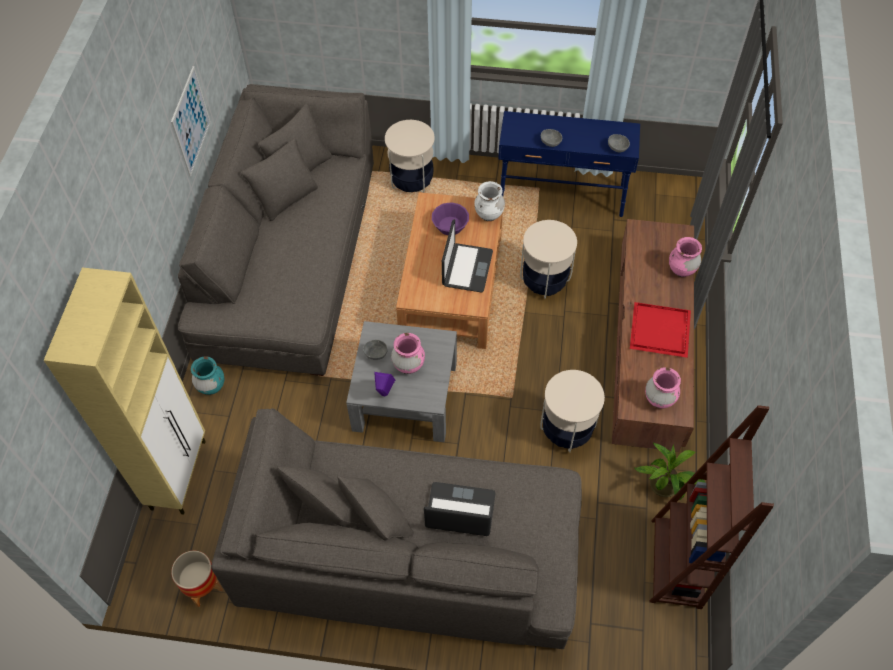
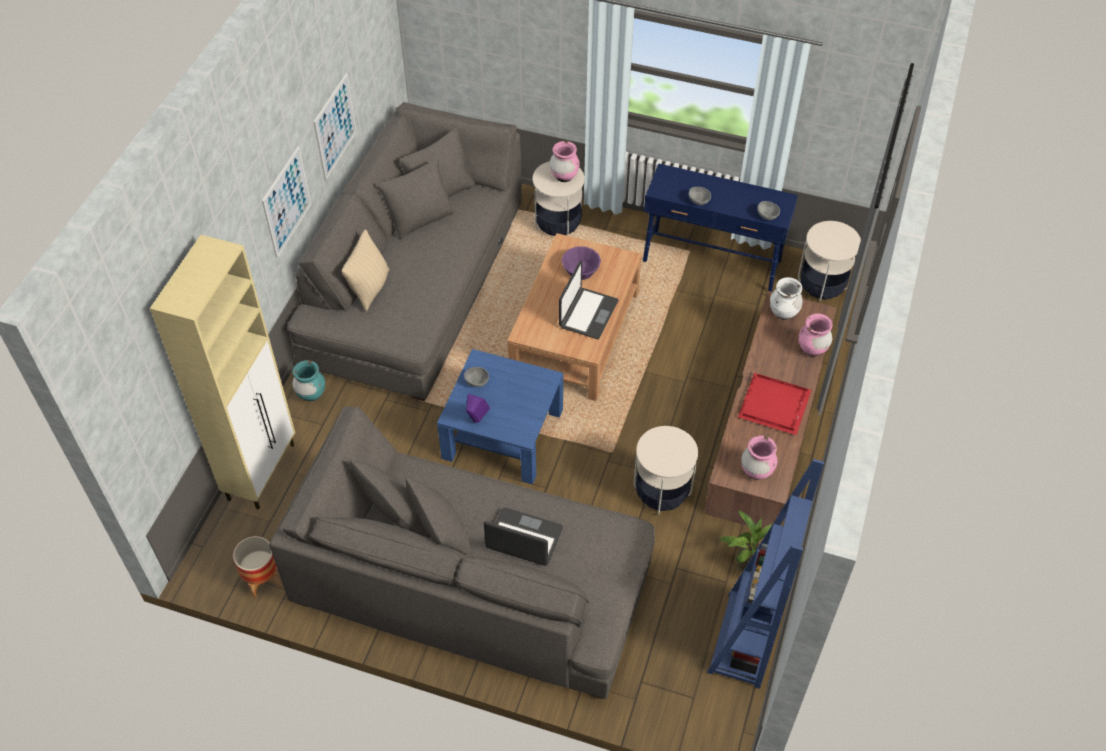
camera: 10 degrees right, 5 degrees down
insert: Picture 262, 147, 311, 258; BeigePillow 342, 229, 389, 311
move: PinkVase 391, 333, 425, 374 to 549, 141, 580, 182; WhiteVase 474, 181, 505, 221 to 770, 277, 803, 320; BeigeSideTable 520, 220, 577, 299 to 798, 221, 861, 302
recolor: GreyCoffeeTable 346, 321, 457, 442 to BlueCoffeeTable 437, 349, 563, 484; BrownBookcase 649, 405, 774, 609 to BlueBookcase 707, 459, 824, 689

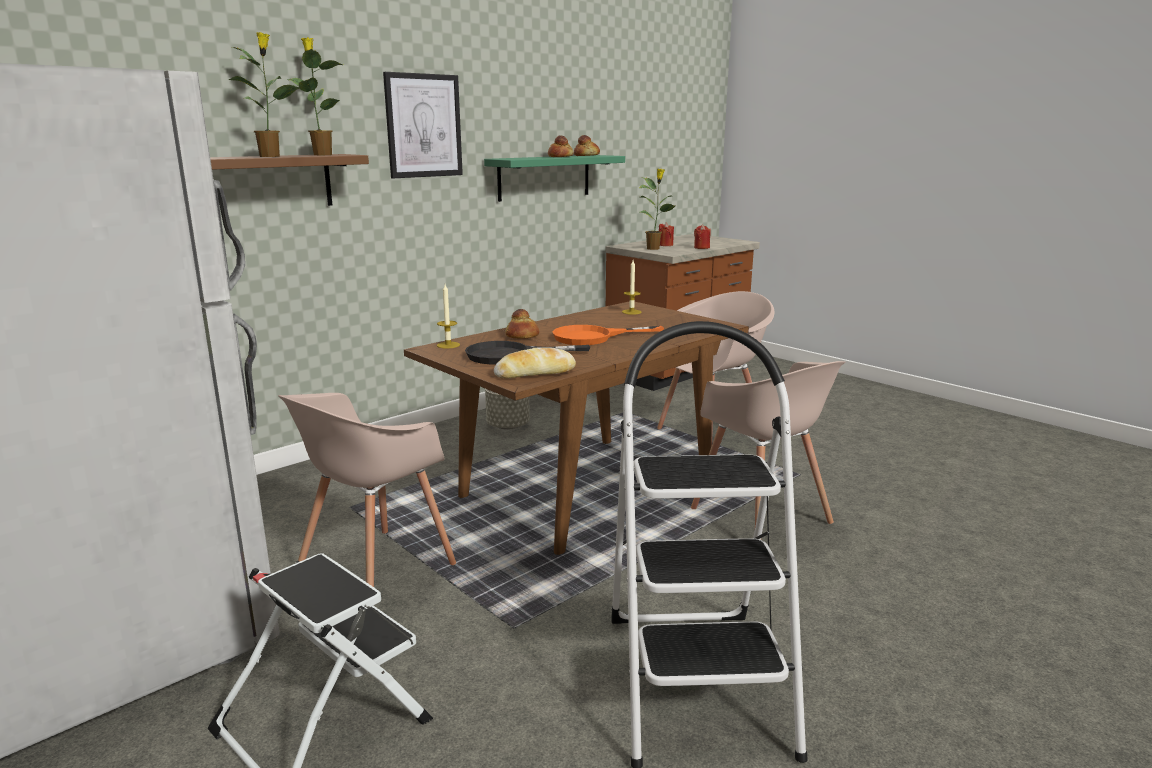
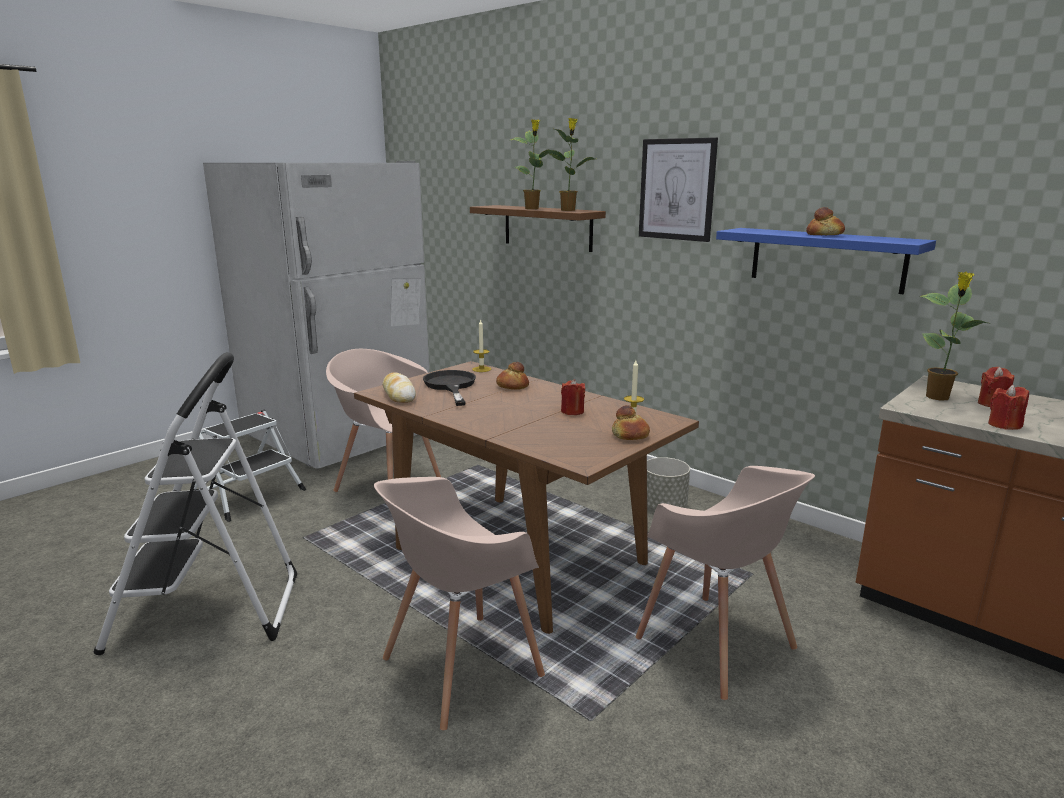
camera: 85 degrees right, 0 degrees up
delete: OrangeFryingPan 552, 325, 664, 345
insert: RedCandle 561, 379, 586, 415
move: Bread 574, 135, 600, 156 to 612, 405, 650, 440
recolor: GreenShelf 484, 155, 625, 202 to BlueShelf 716, 228, 936, 294

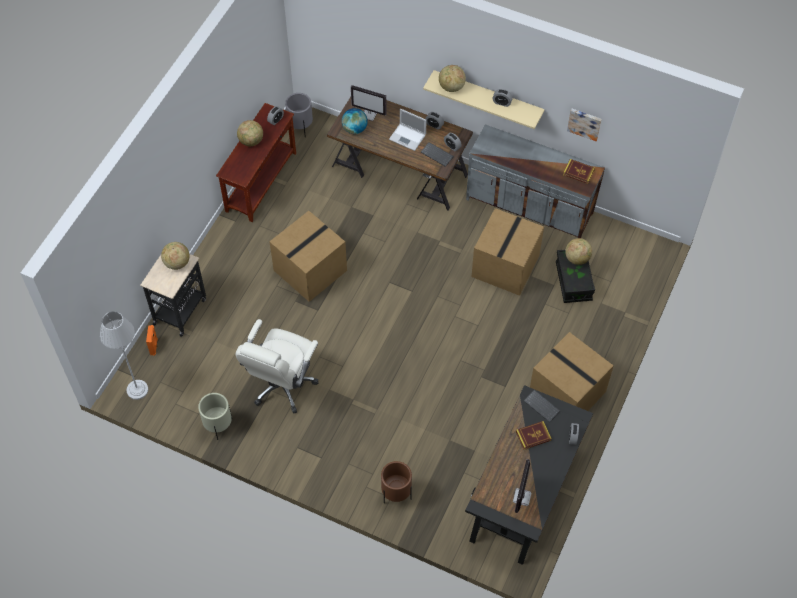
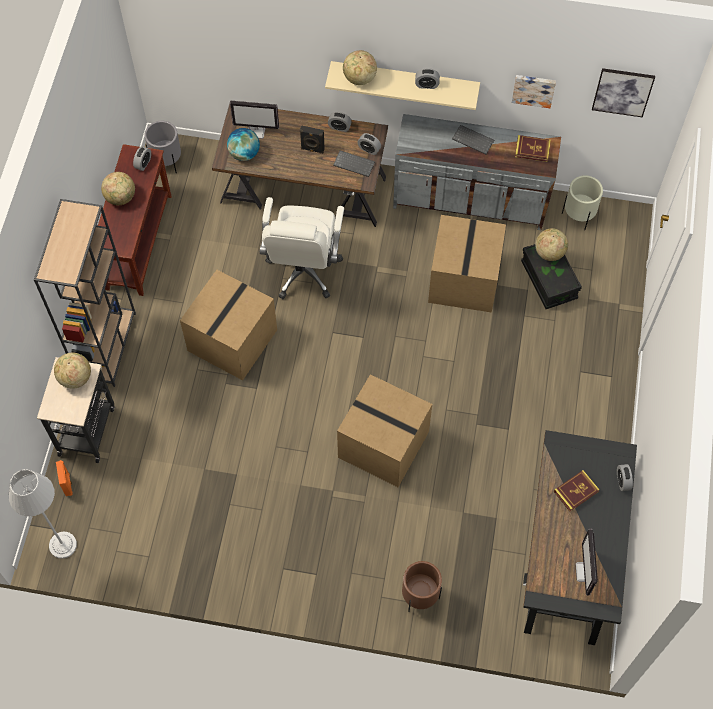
camera: 15 degrees left, 5 degrees up
insert: Bookcase 34, 199, 136, 387; Picture 592, 68, 655, 117
move: BeigePlanter 198, 393, 232, 440 to 562, 175, 603, 230; WhiteOfficeChair 236, 319, 318, 414 to 260, 197, 344, 299; Keyboard 524, 390, 560, 422 to 452, 125, 494, 154; CardboardBox 530, 332, 614, 411 to 337, 374, 432, 487
replace: Laptop 389, 109, 427, 151 to BlackSpeaker 300, 125, 325, 154

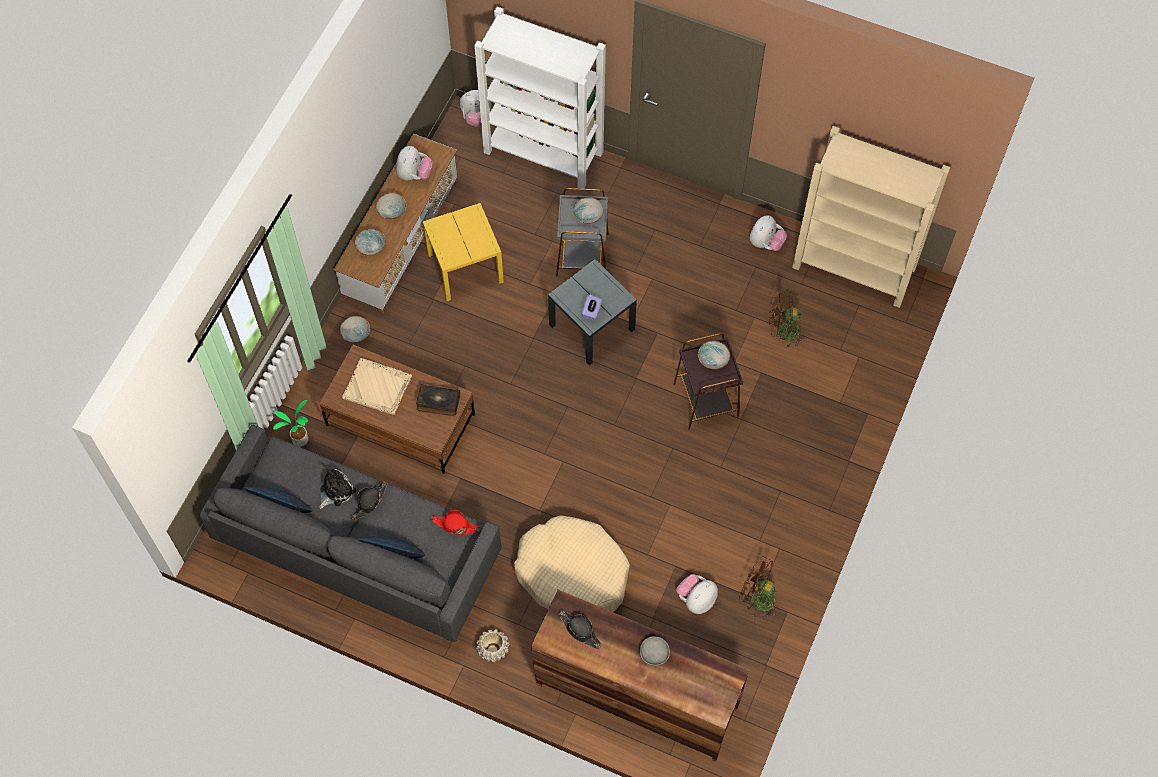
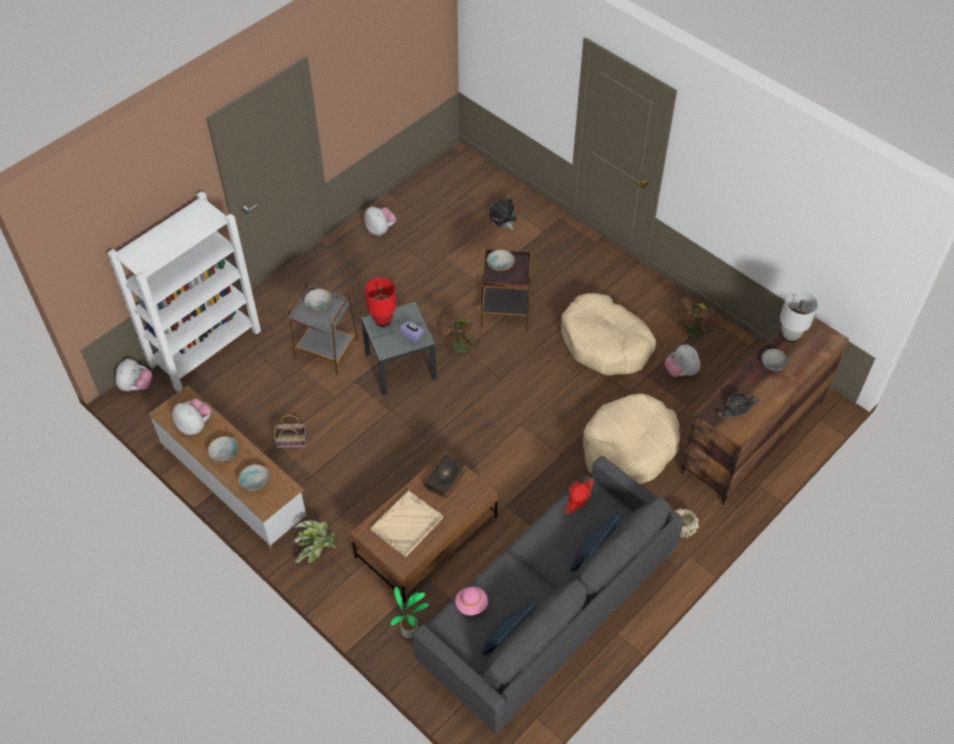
camera: 70 degrees left, 10 degrees down
delete: BlackHat 351, 481, 387, 520; BeigeBookcase 792, 126, 950, 308
insert: RedTableLamp 365, 278, 397, 327; PinkHat 455, 587, 488, 615; BeigeDogBed 561, 293, 656, 375; WhiteTableLamp 780, 290, 818, 342
move: PlushToy 319, 469, 356, 509 to 489, 198, 517, 230; BrownFan 769, 290, 807, 348 to 436, 311, 481, 352
replace: Bowl 340, 316, 370, 343 to PottedPlant 294, 520, 336, 563; YellowSideTable 423, 203, 504, 302 to Basket 274, 415, 308, 448

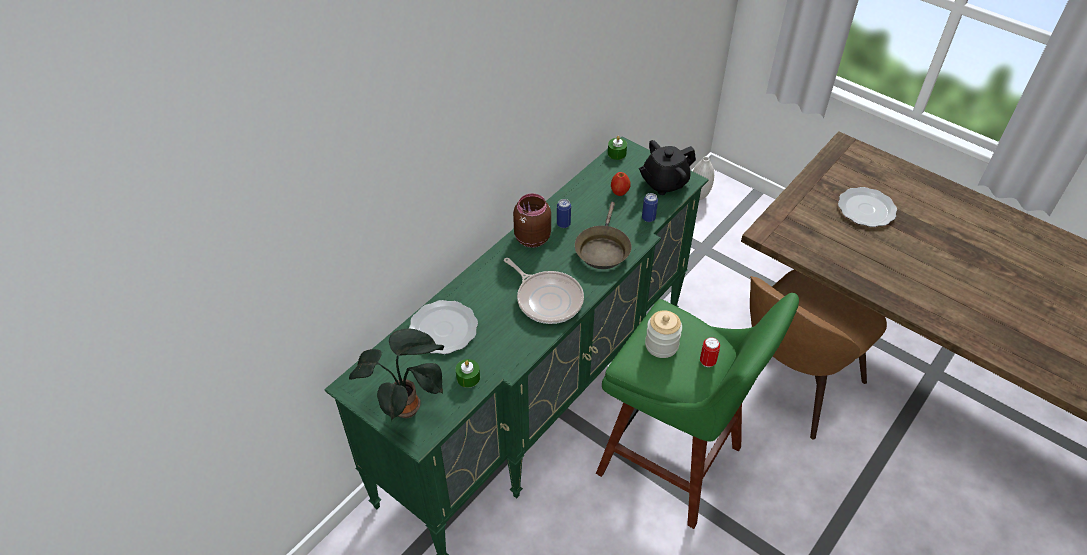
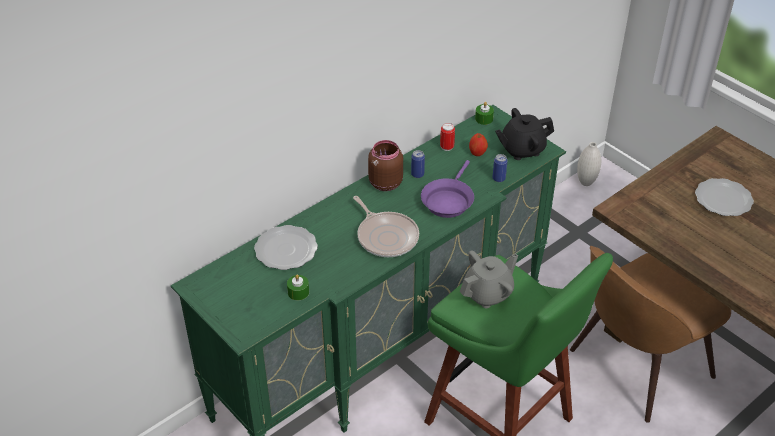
camera: 10 degrees right, 5 degrees down
delete: PottedPlant 349, 328, 444, 421
move: Can 700, 337, 720, 367 to 440, 123, 455, 151
replace: Jar 645, 310, 682, 358 to GreyTeapot 460, 250, 518, 308
recolor: BrownFryingPan 575, 202, 632, 269 to PurpleFryingPan 421, 160, 474, 218

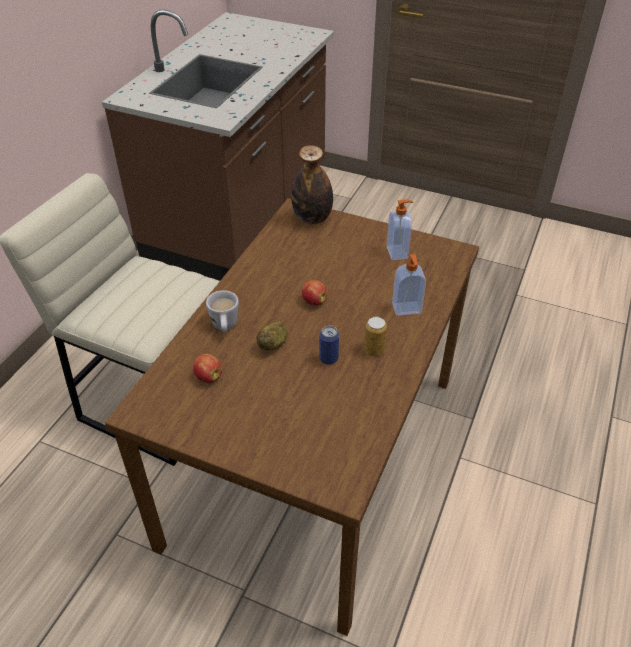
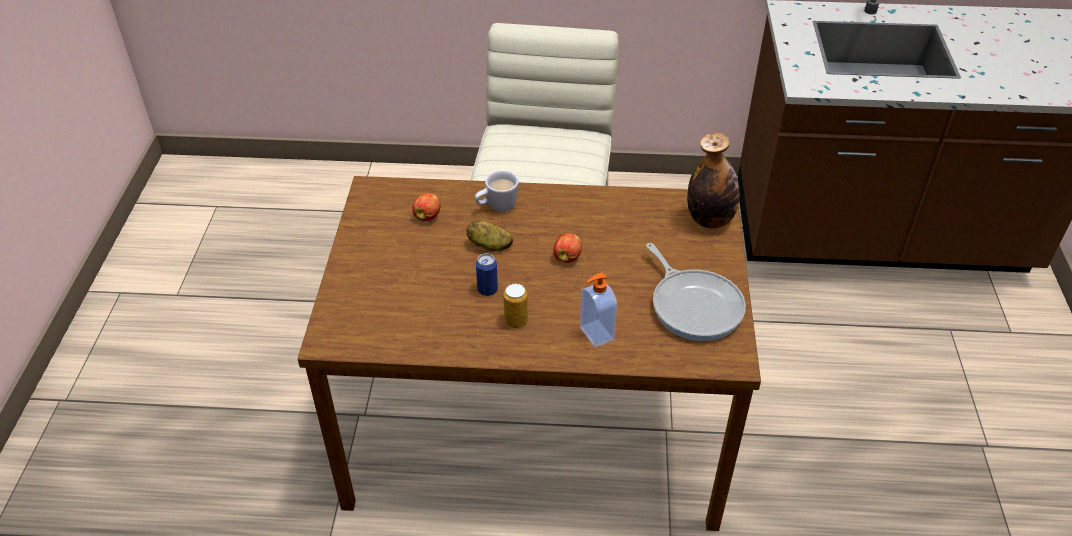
camera: 70 degrees right, 0 degrees up
replace: SoapDispenser 387, 199, 413, 260 to FryingPan 646, 243, 746, 341

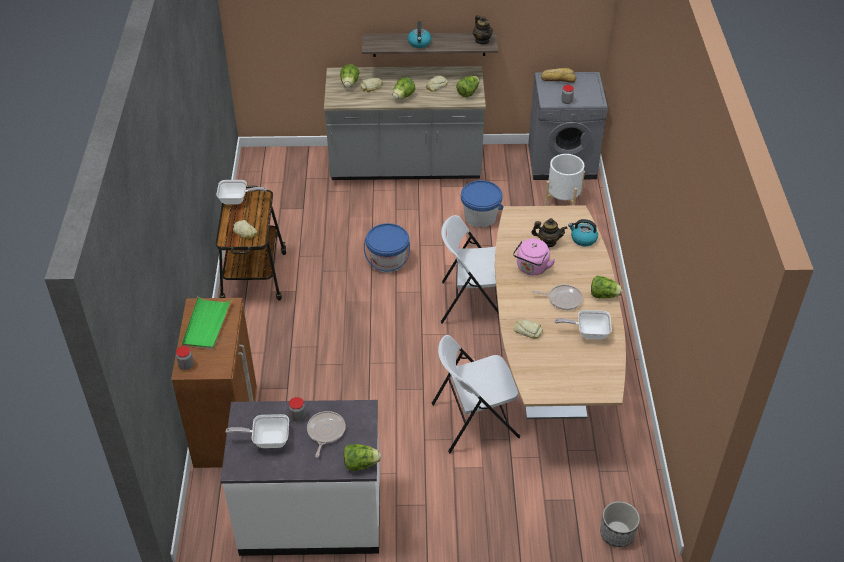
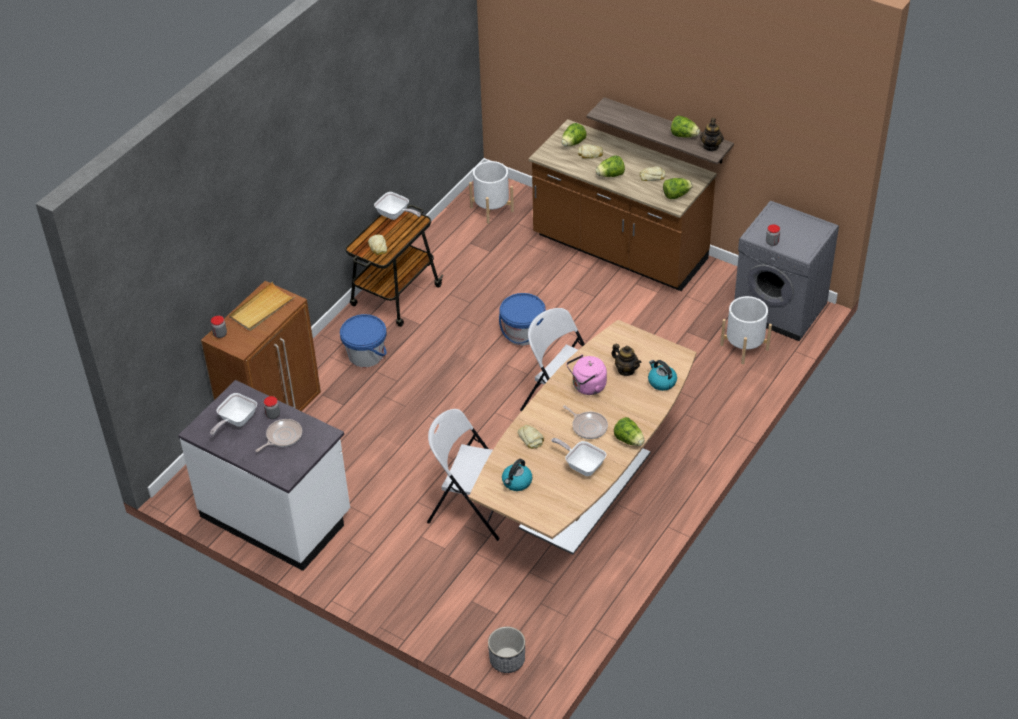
camera: 35 degrees right, 0 degrees up
delete: Bread 541, 68, 576, 83
insert: WhitePlanter 469, 161, 514, 224
move: Lettuce 344, 444, 381, 471 to 671, 115, 700, 138; Kettle 407, 22, 431, 48 to 502, 459, 532, 491; BlueBucket 461, 180, 504, 228 to 340, 314, 387, 367
recolor: GreenTray 182, 296, 232, 349 to BeigeTray 229, 282, 295, 331; GreyCounter 324, 66, 486, 180 to BrownCounter 529, 119, 717, 291
rotate: FryingPan 226, 414, 289, 448 = 210, 393, 257, 435 90 degrees counterclockwise

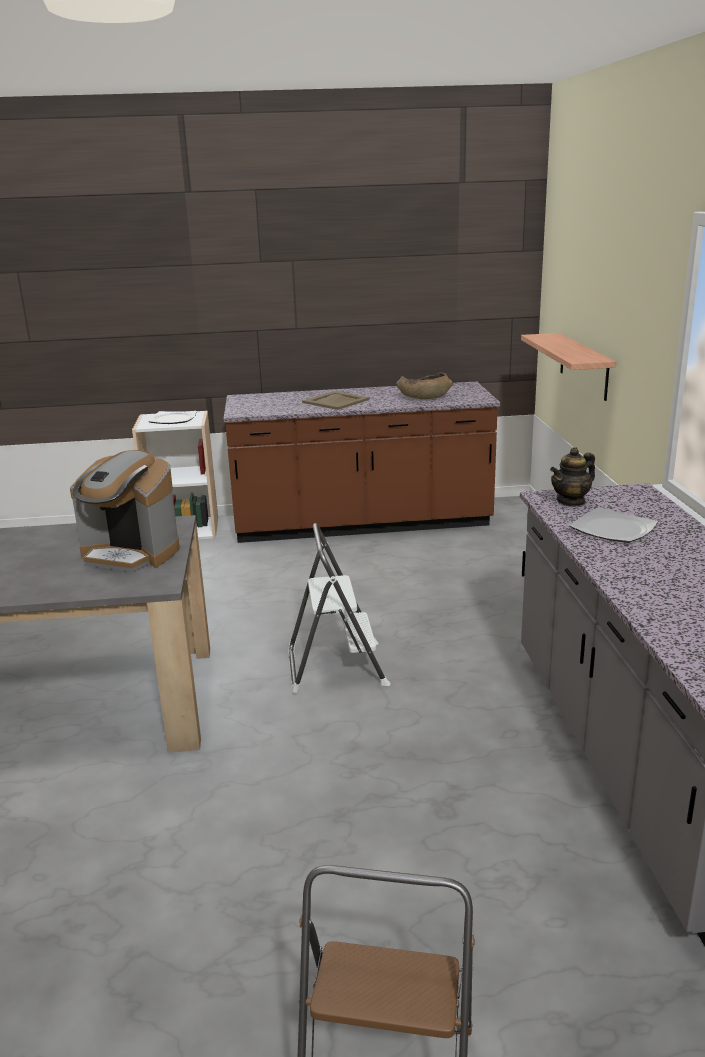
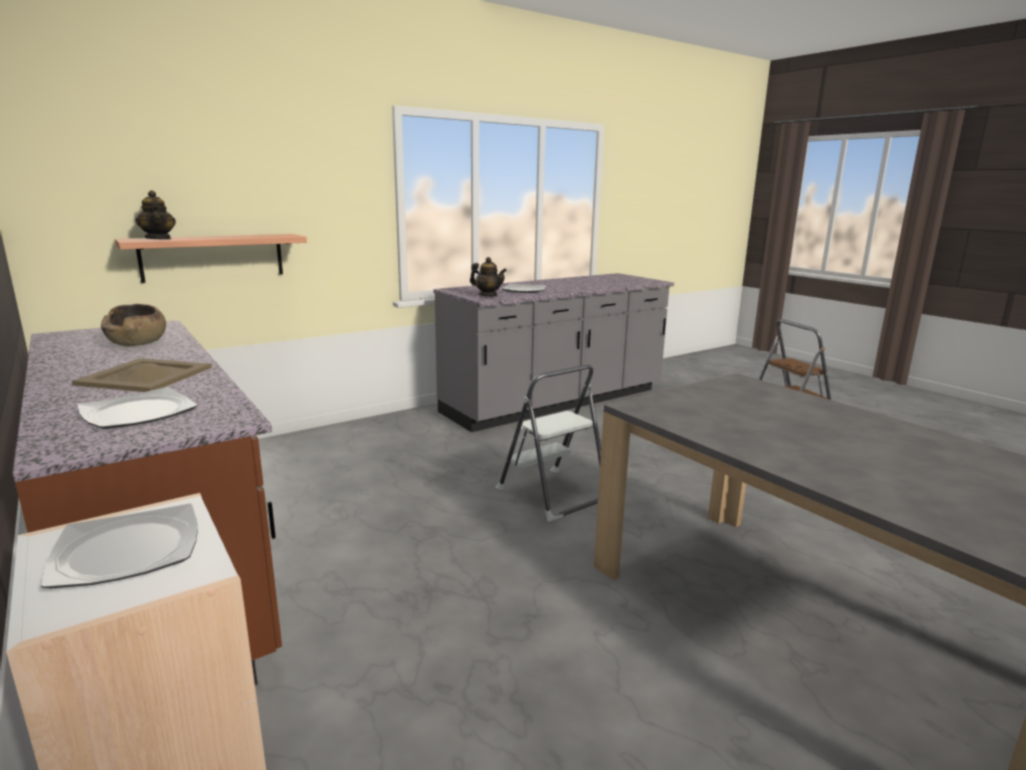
camera: 120 degrees left, 5 degrees down
delete: CoffeeMachine 70, 450, 179, 572
insert: Plate 77, 387, 197, 429; Teapot 135, 190, 176, 240

